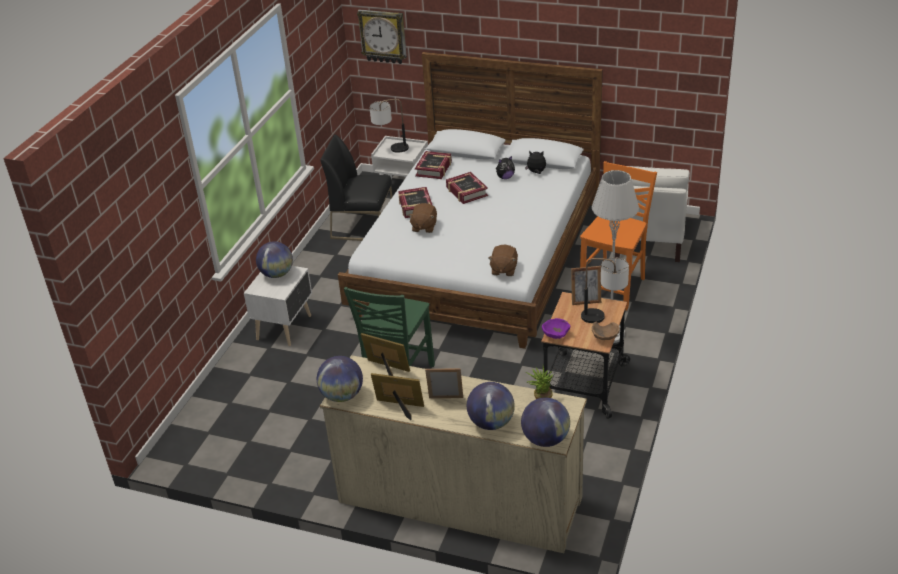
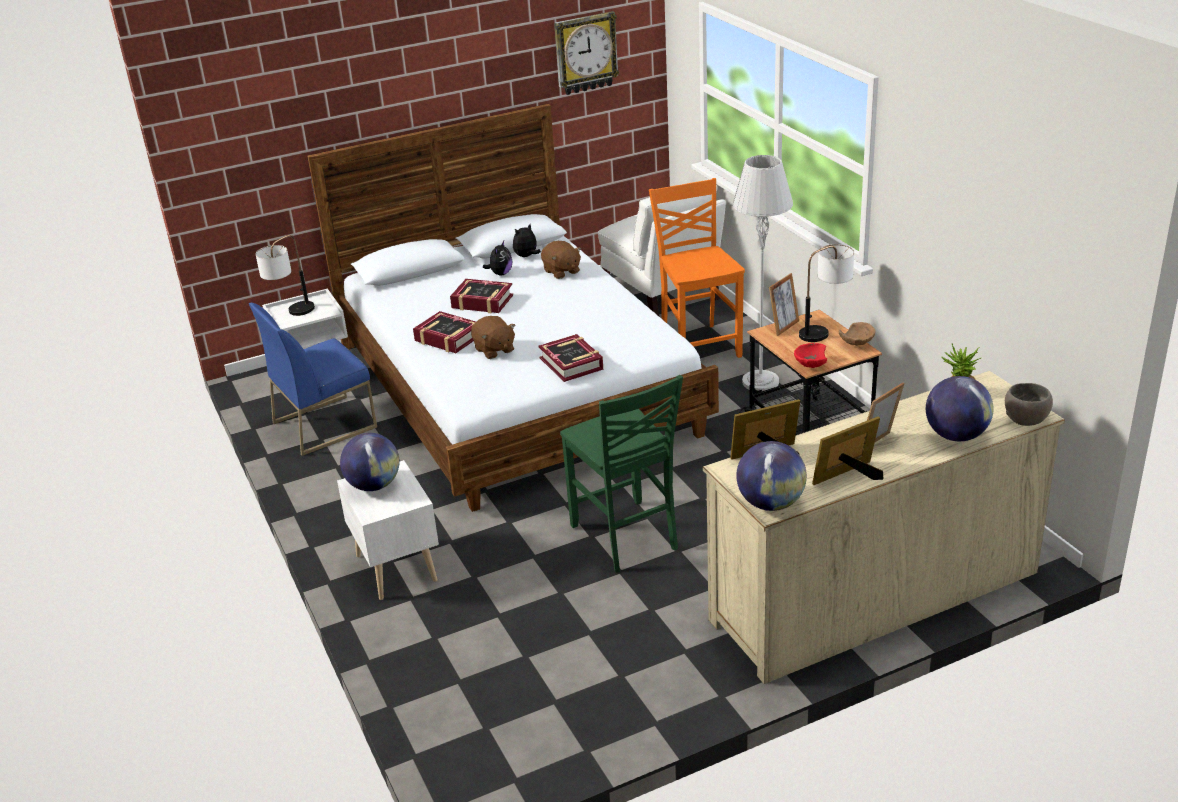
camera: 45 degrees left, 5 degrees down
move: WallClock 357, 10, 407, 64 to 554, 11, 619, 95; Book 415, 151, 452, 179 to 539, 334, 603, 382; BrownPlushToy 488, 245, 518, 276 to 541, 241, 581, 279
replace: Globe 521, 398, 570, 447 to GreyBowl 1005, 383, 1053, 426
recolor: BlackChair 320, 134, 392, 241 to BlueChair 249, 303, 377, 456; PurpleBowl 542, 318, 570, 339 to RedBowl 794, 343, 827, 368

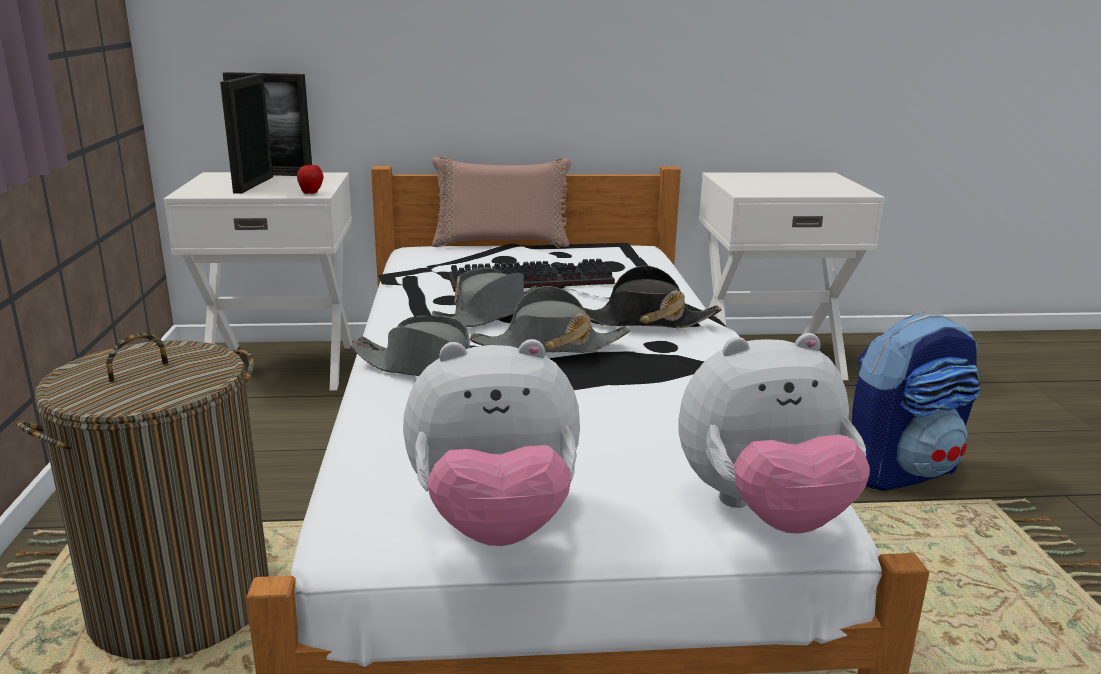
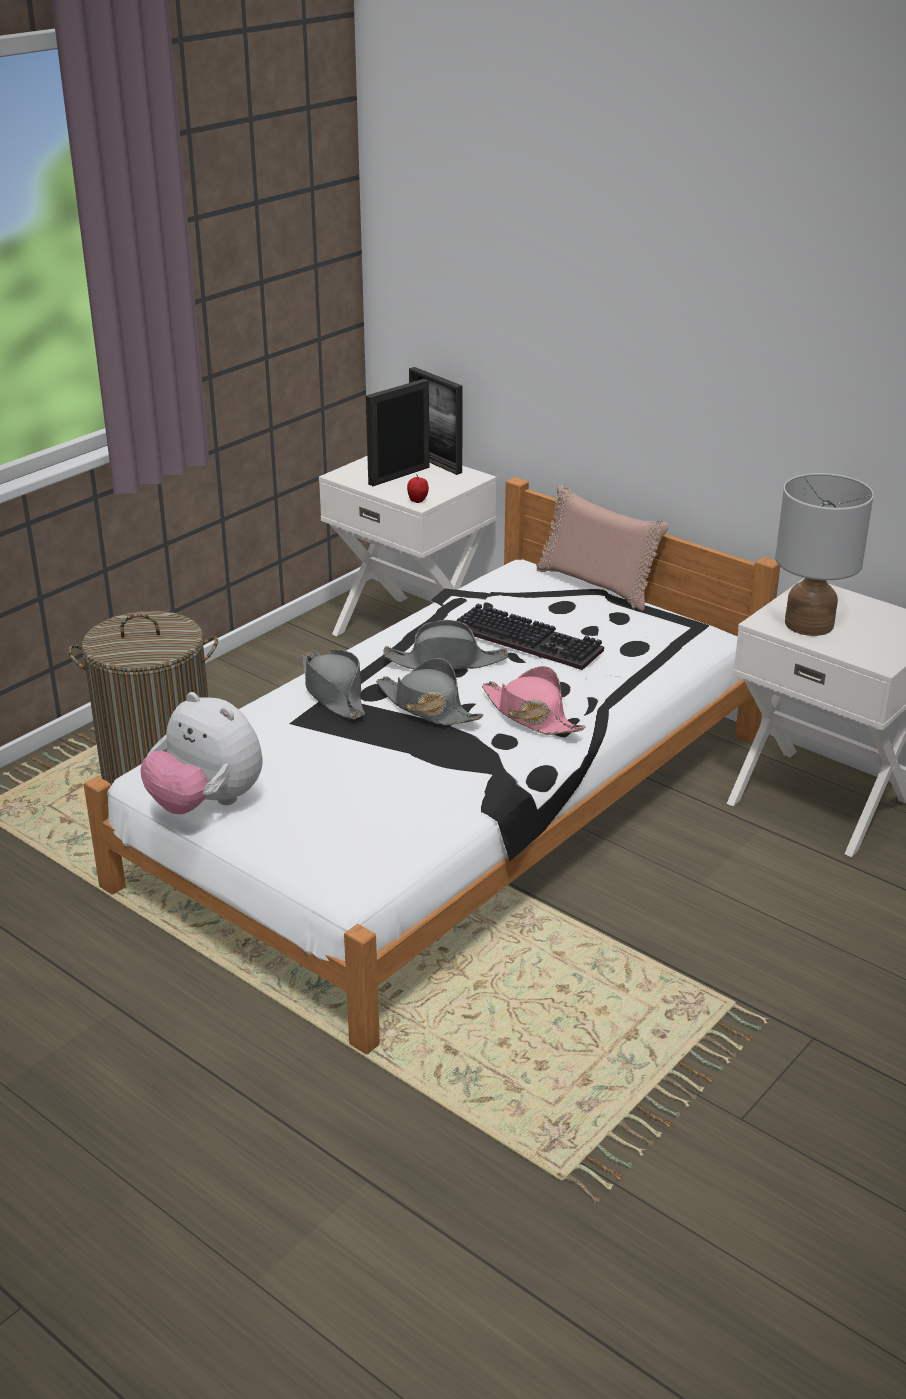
camera: 45 degrees right, 10 degrees up
delete: PlushToy 679, 333, 870, 534; Backpack 852, 314, 980, 491
insert: GreyTableLamp 775, 473, 874, 636
recolor: BlackHat 583, 266, 722, 328 to PinkHat 482, 666, 586, 735

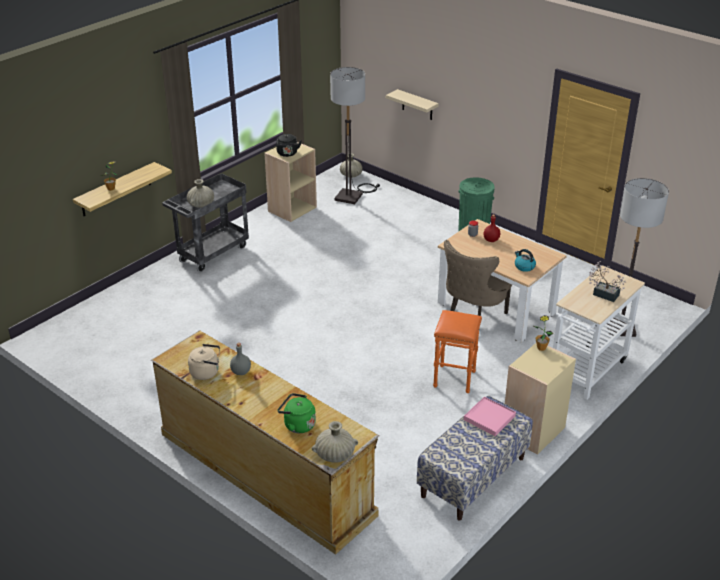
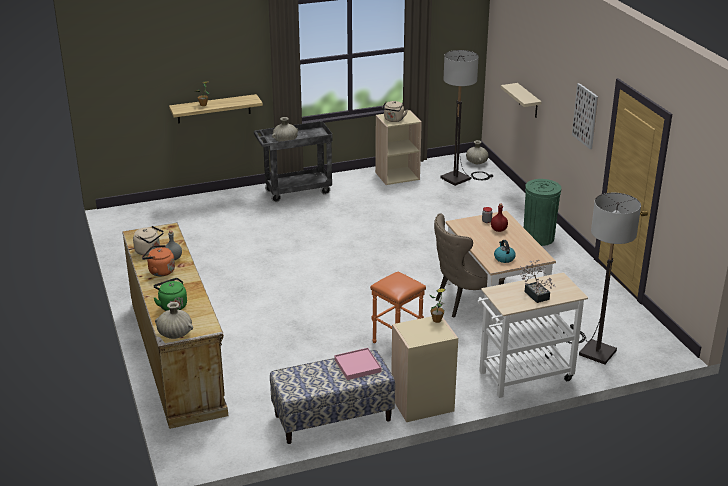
camera: 30 degrees right, 5 degrees down
insert: OrangeKettle 142, 245, 175, 276; Picture 572, 83, 598, 149
recolor: BlackKettle 276, 134, 302, 157 to BeigeKettle 382, 101, 408, 122

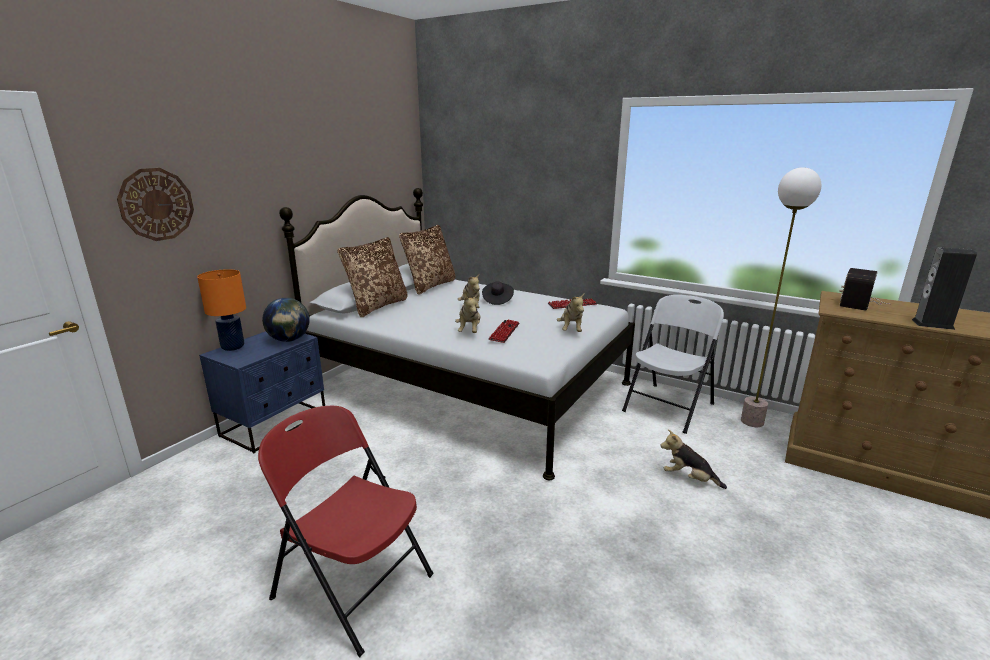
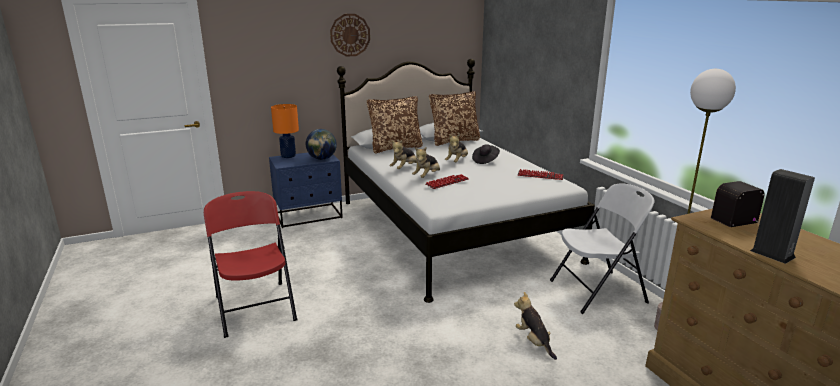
camera: 35 degrees right, 0 degrees up
move: WallClock 117, 168, 194, 241 to 330, 14, 370, 57; PlushToy 557, 294, 584, 332 to 389, 140, 417, 169

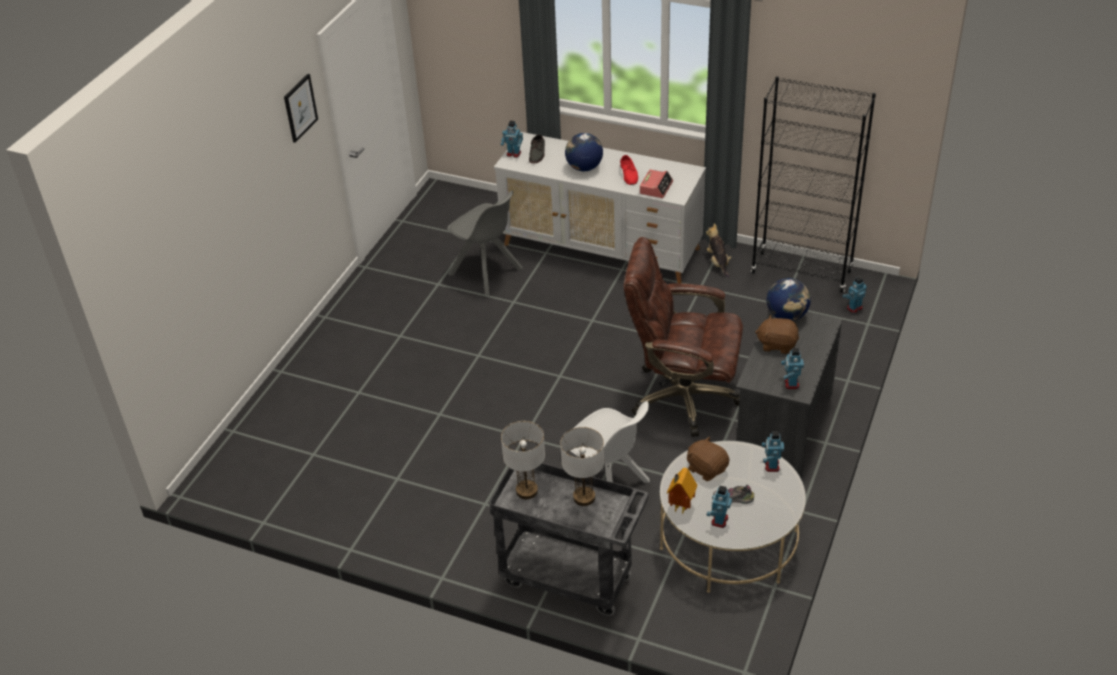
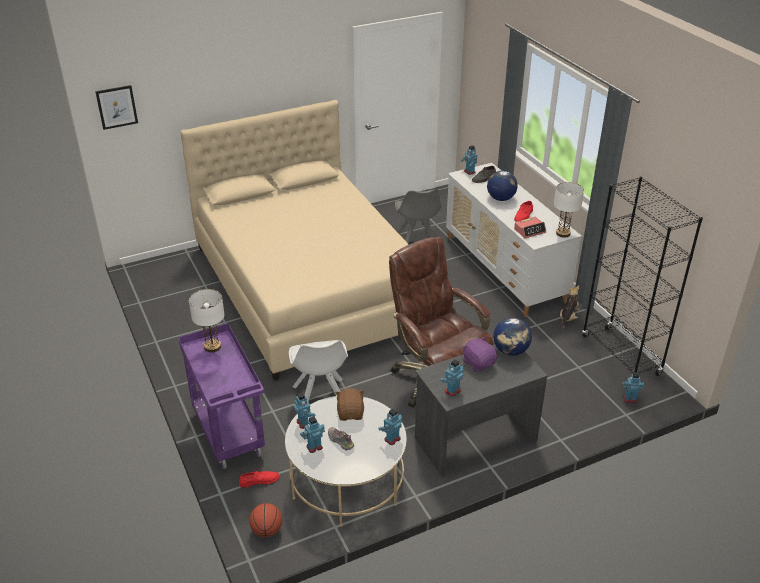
camera: 40 degrees right, 5 degrees down
insert: BeigeBed 180, 100, 409, 381; RedShoe 239, 470, 280, 488; Basketball 249, 503, 283, 537
move: Picture 284, 74, 318, 143 to 95, 85, 138, 130; TableLamp 560, 427, 604, 506 to 554, 182, 584, 238
replace: ToyHouse 667, 468, 697, 514 to ToyRobot 294, 392, 316, 429
recolor: GreyCart 489, 463, 649, 616 to PurpleCart 179, 324, 265, 469; BrownPlushToy 755, 315, 799, 354 to PurplePlushToy 462, 337, 497, 372

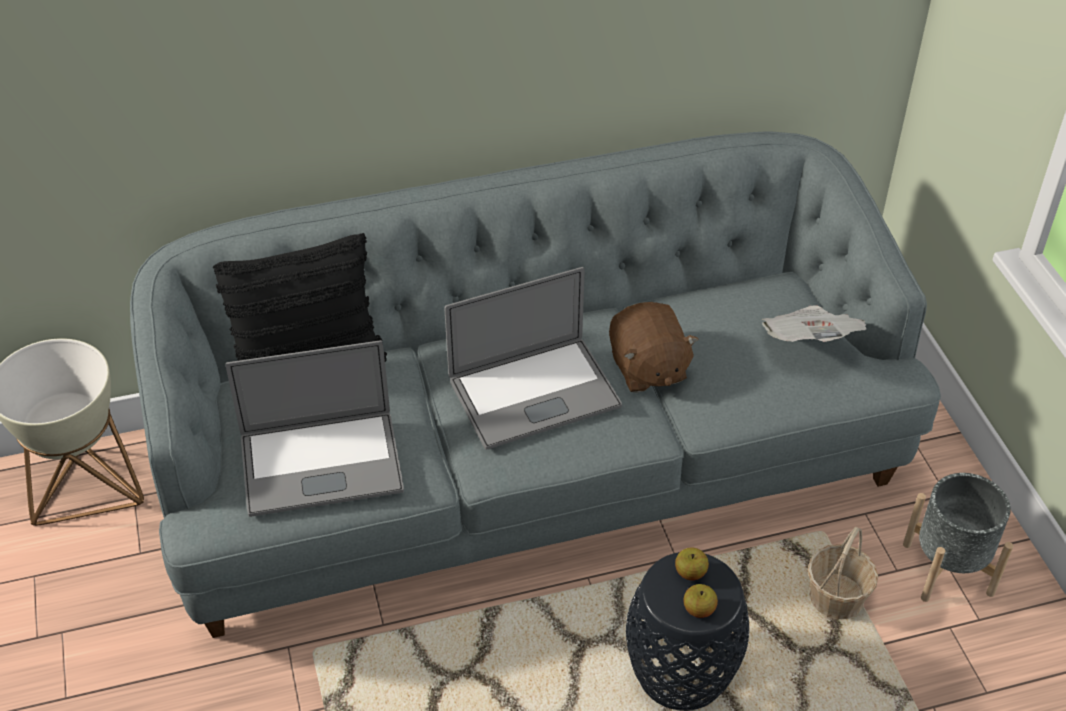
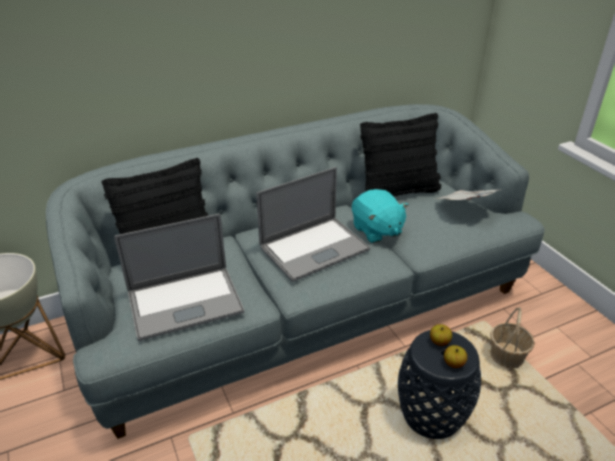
camera: 10 degrees left, 10 degrees down
delete: GreyPlanter 903, 473, 1013, 602
insert: BlackPillow 360, 113, 441, 196
recolor: BrownPlushToy 609, 302, 698, 393 to TurquoisePlushToy 352, 189, 409, 243

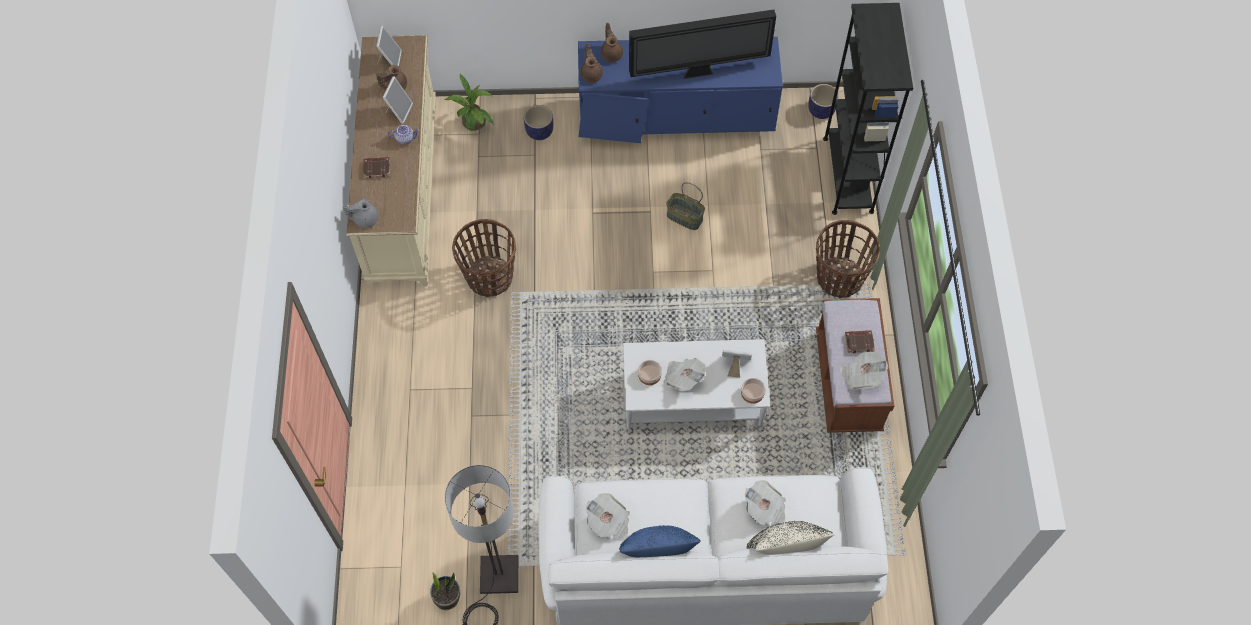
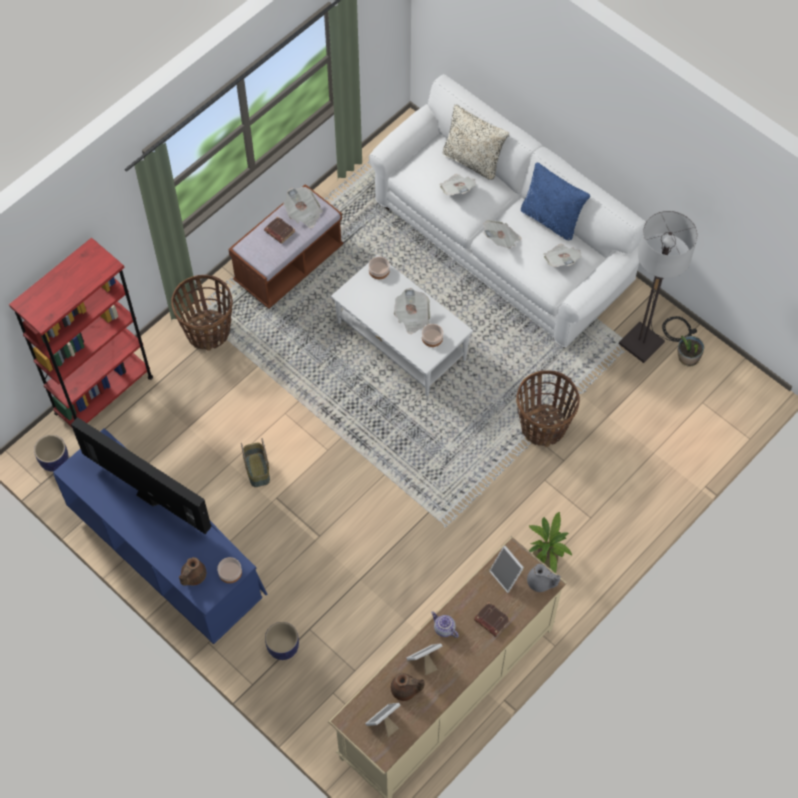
camera: 135 degrees left, 0 degrees up
insert: Newspaper 483, 220, 522, 249
move: PottedPlant 445, 74, 493, 131 to 529, 512, 572, 573; Basket 452, 219, 516, 297 to 516, 370, 580, 447; PictureFrame 722, 349, 752, 378 to 489, 546, 524, 593
replace: BrownTeapot 580, 43, 603, 83 to Bowl 217, 557, 242, 583
recolor: BlackBookcase 823, 3, 913, 215 to RedBookcase 9, 238, 153, 427

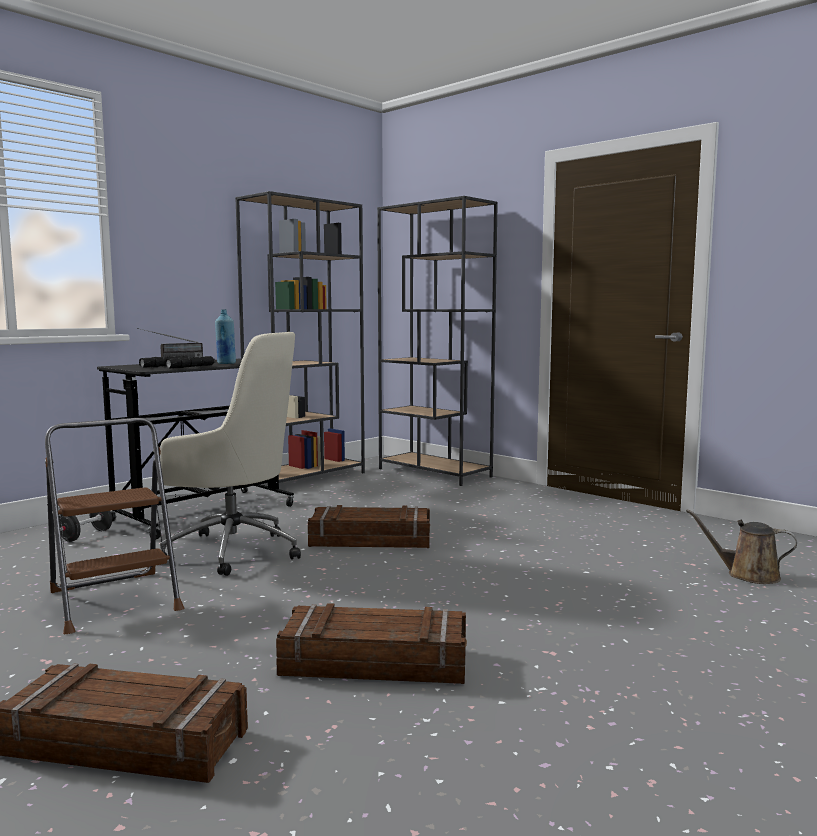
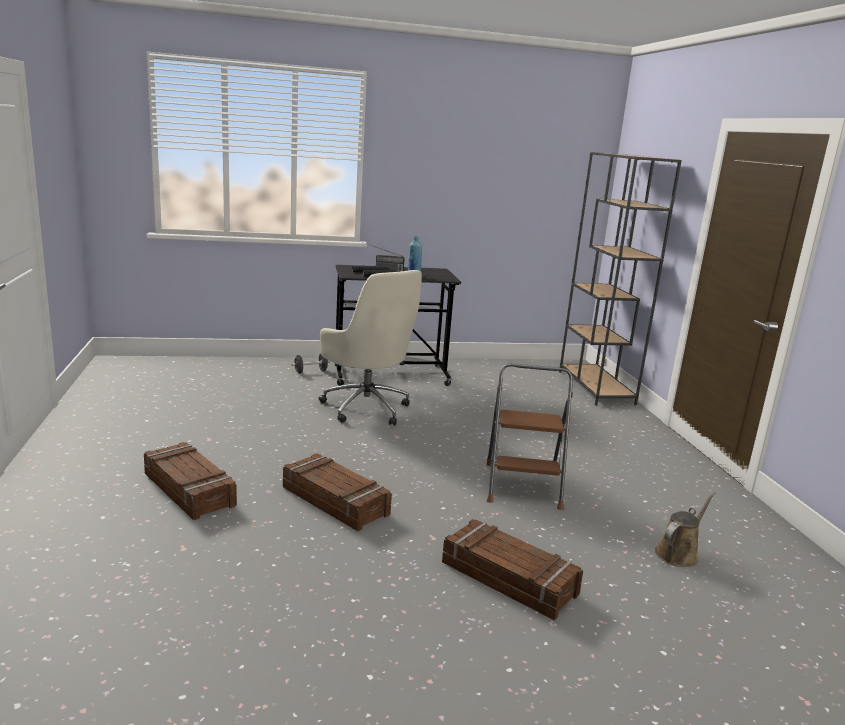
camera: 35 degrees right, 10 degrees up
delete: Bookcase 235, 191, 365, 493
move: BrownStepLadder 45, 418, 184, 635 to 486, 363, 573, 510; Crate 308, 505, 430, 548 to 442, 519, 583, 620
rotate: BrownWateringCan 686, 509, 797, 584 = 655, 492, 715, 567 75 degrees clockwise

